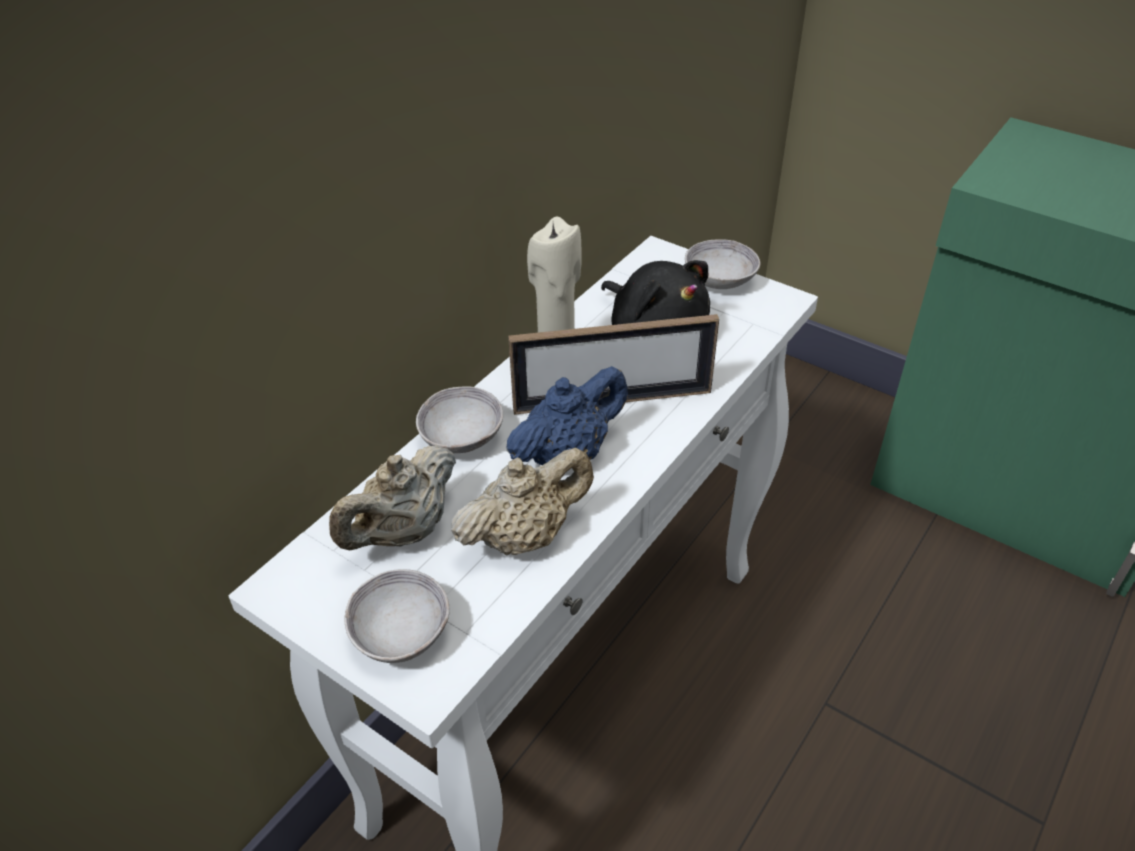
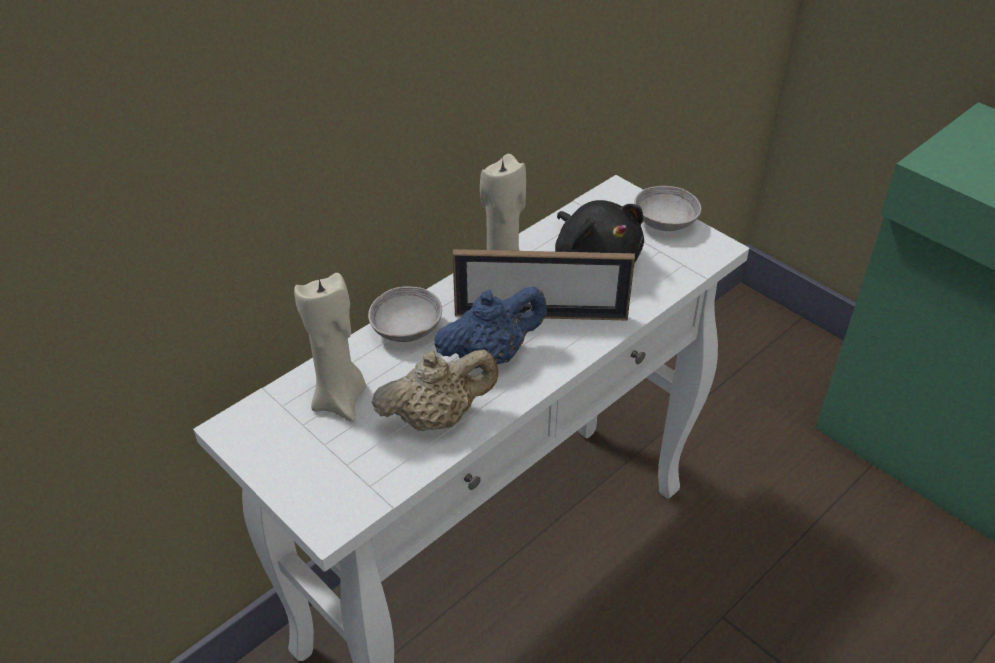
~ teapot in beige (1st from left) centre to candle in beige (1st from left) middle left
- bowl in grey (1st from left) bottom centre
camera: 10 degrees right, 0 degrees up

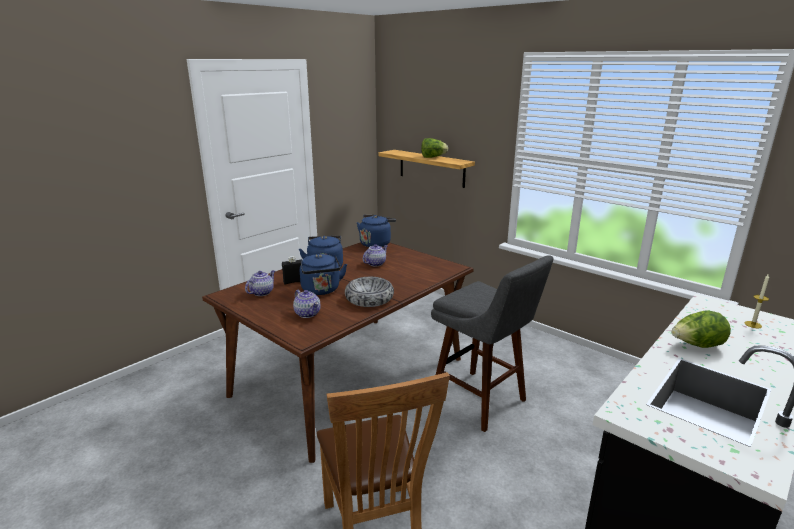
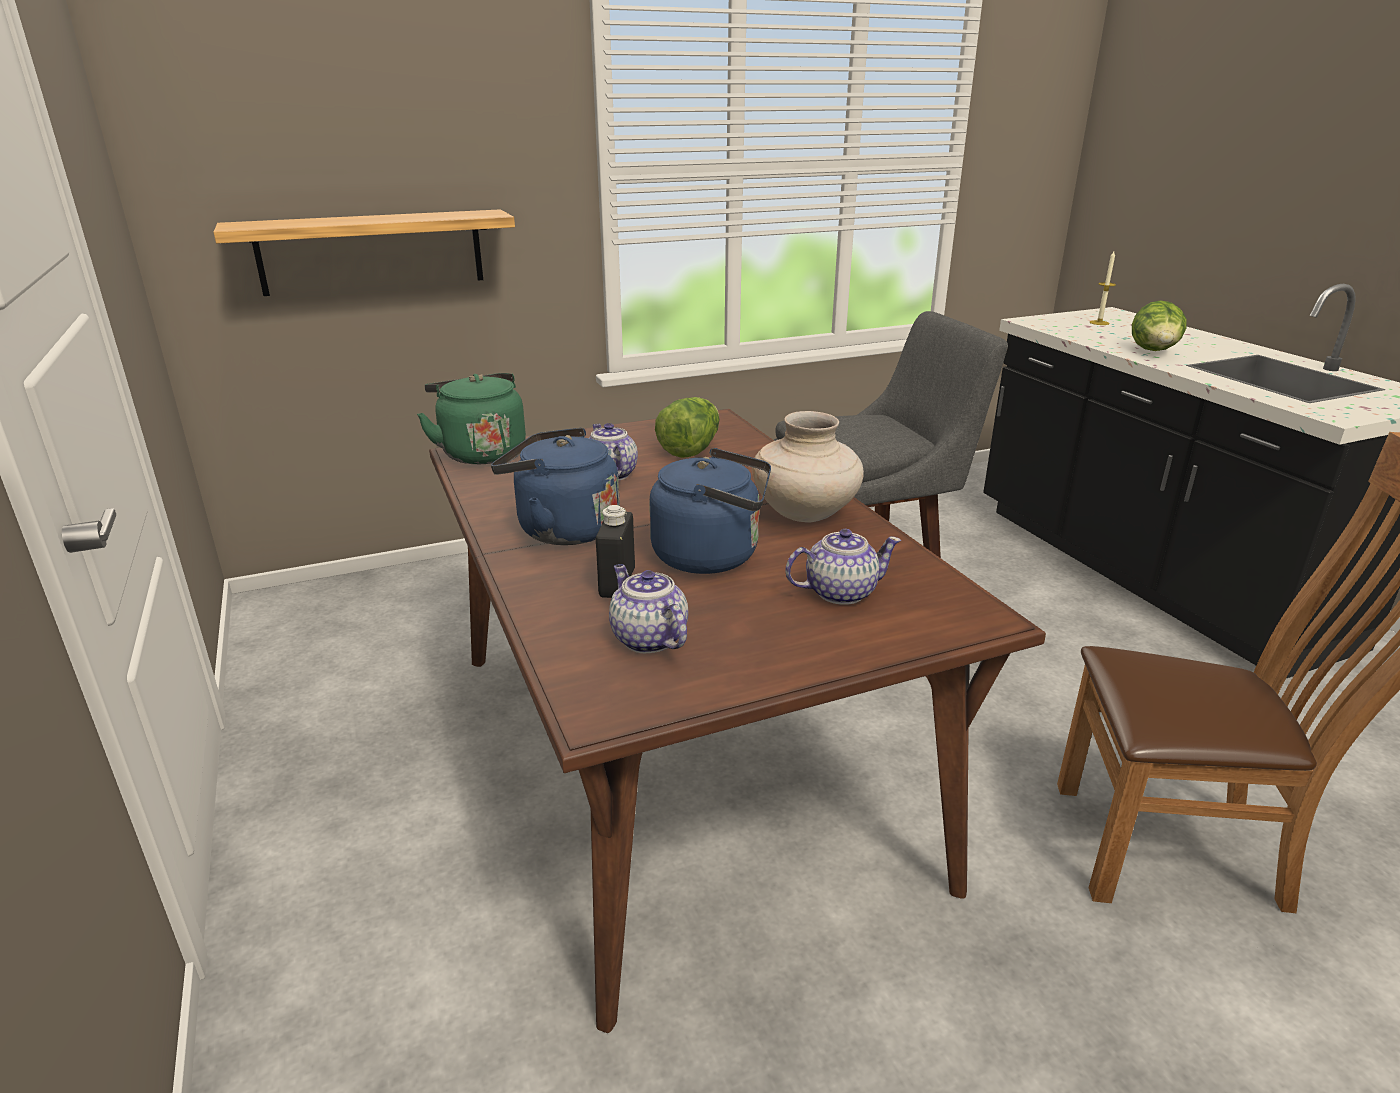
~ lettuce (1st from left) top centre to centre
~ kettle in blue (3rd from left) centre to kettle in green centre
~ bowl centre to vase in beige centre
camera: 65 degrees left, 5 degrees up

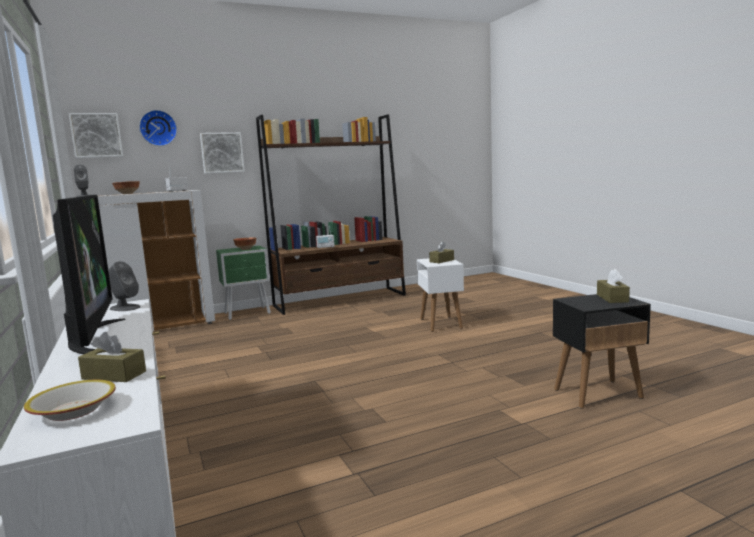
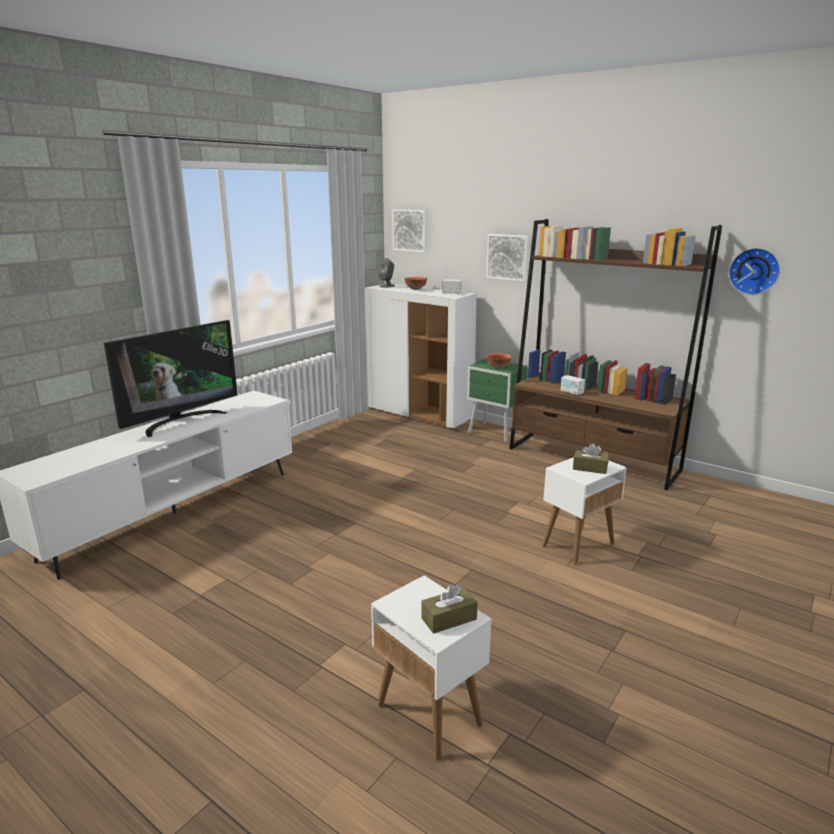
~ wall clock top left to top right
- speaker in grey (2nd from left) middle left
~ side table in black middle right to side table in white (1st from left) bottom centre
- tissue box in brown (1st from left) middle left
- bowl (1st from left) bottom left
camera: 60 degrees right, 10 degrees up

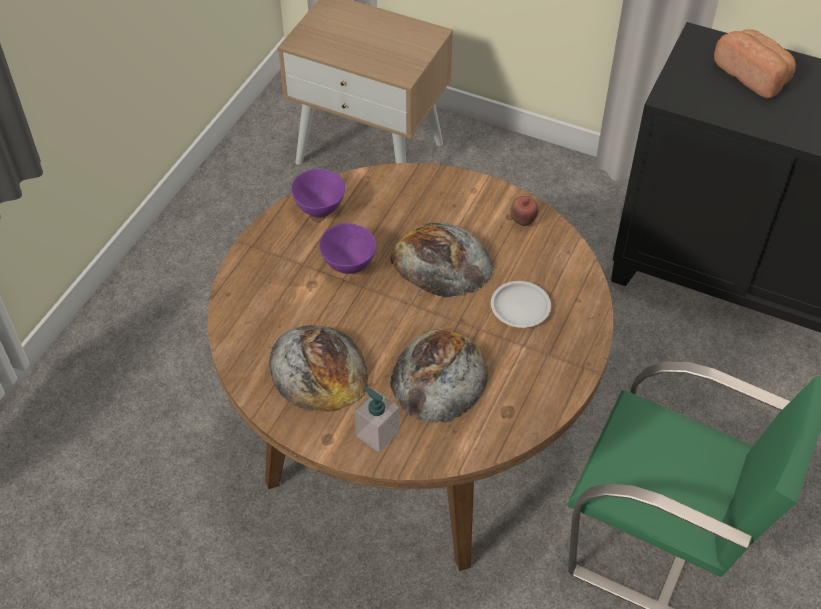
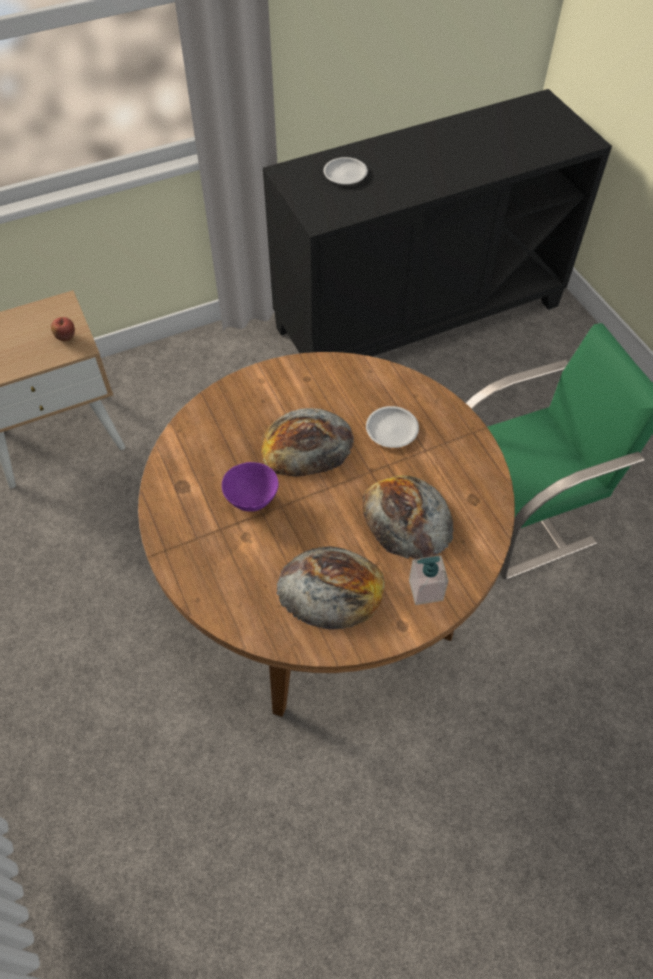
~ bread (4th from left) top right to plate in white (1st from left) top centre
- bowl in purple (1st from left) top centre
~ apple centre to middle left
camera: 50 degrees left, 5 degrees up

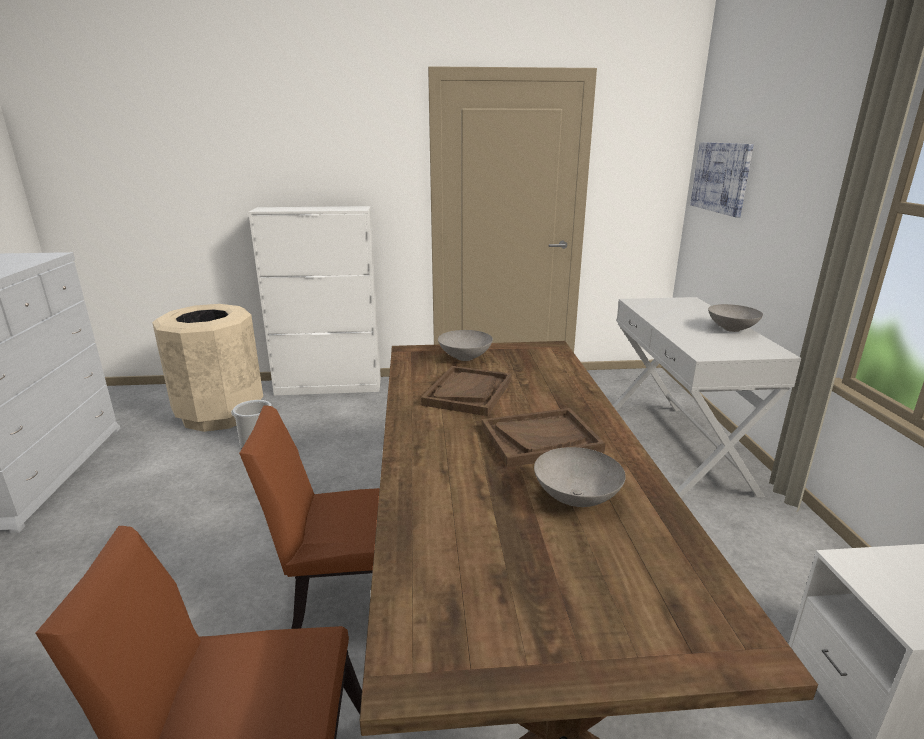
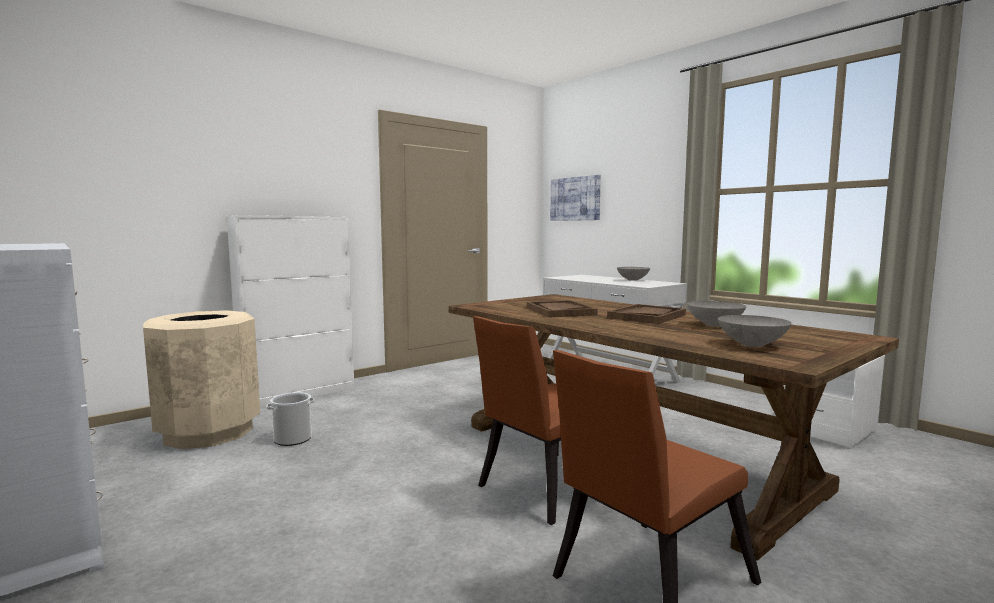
~ bowl in grey (1st from left in the first image) centre to bowl in grey (3rd from left) middle right
camera: 35 degrees left, 15 degrees down

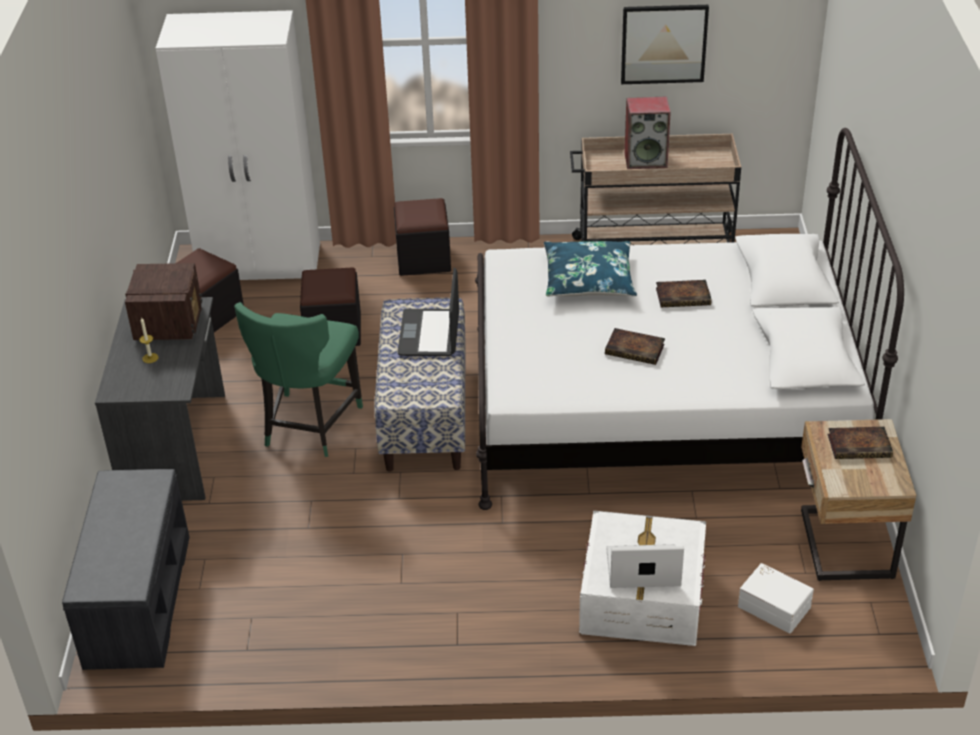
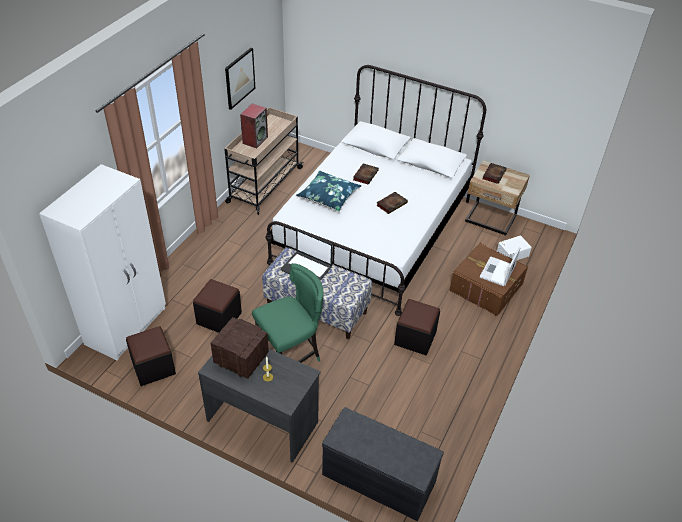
~ ottoman in black (3rd from left) top centre to centre
~ chair in green middle left = centre 75 degrees counterclockwise
~ storage box in white (1st from left) bottom centre to storage box in brown middle right
camera: 65 degrees left, 5 degrees up

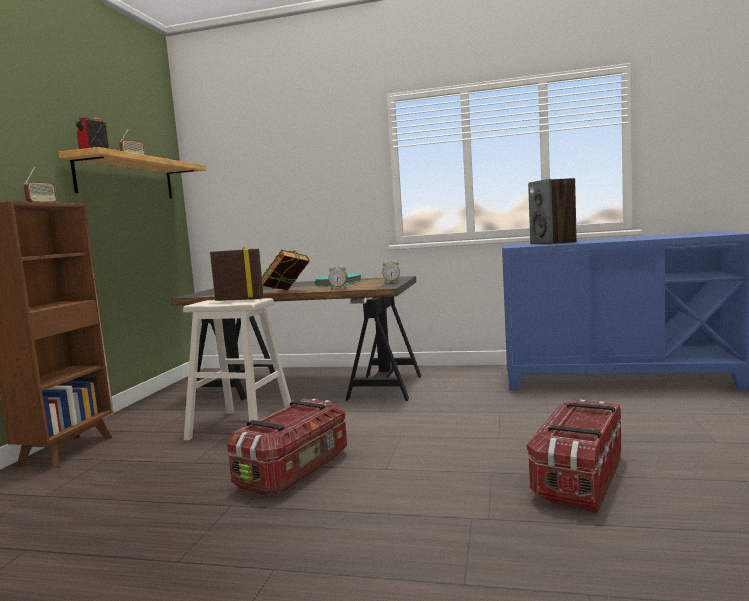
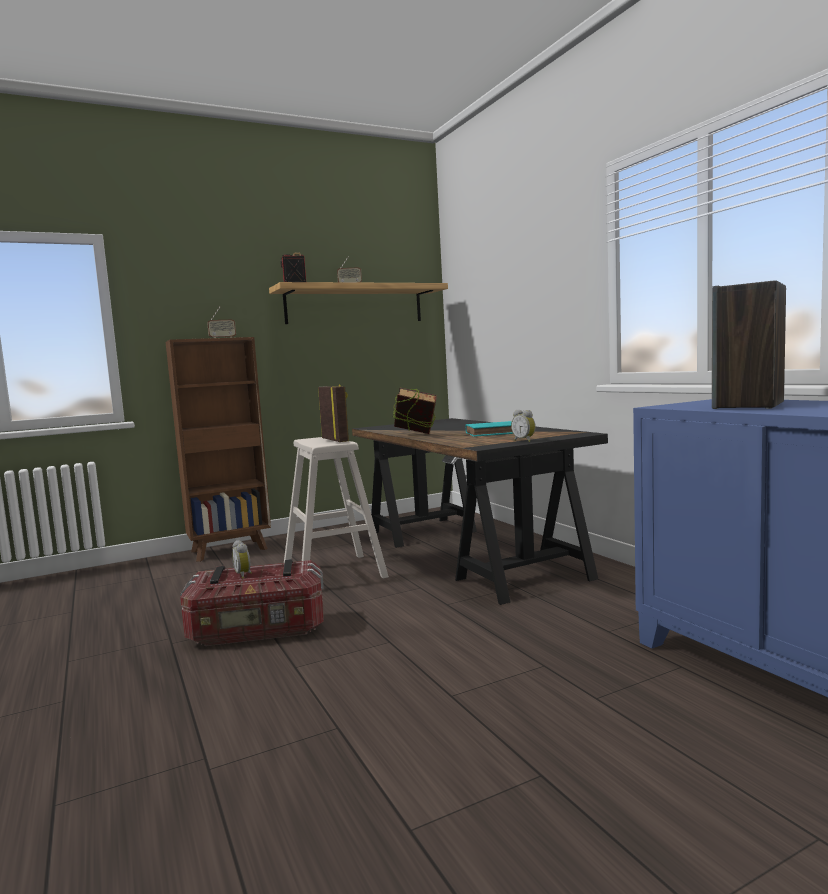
~ alarm clock (1st from left) centre to middle left
- storage box (2nd from left) bottom right
camera: 50 degrees right, 0 degrees up

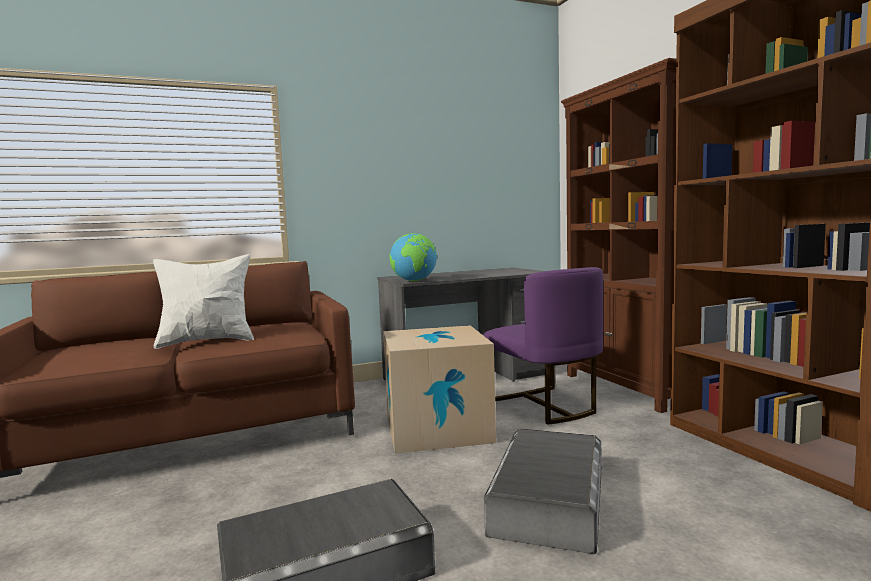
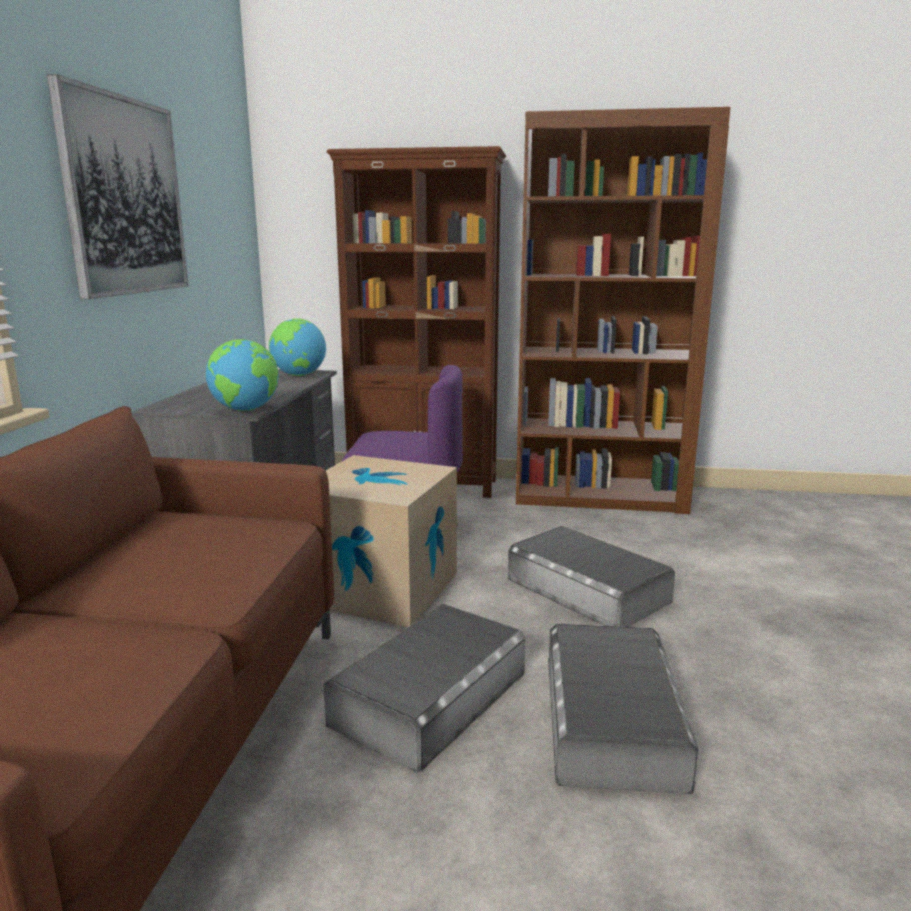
- pillow in white middle left
+ picture top left
+ globe (2nd from left) middle left
+ storage box in grey (1st from left) bottom centre
camera: 60 degrees left, 10 degrees up

